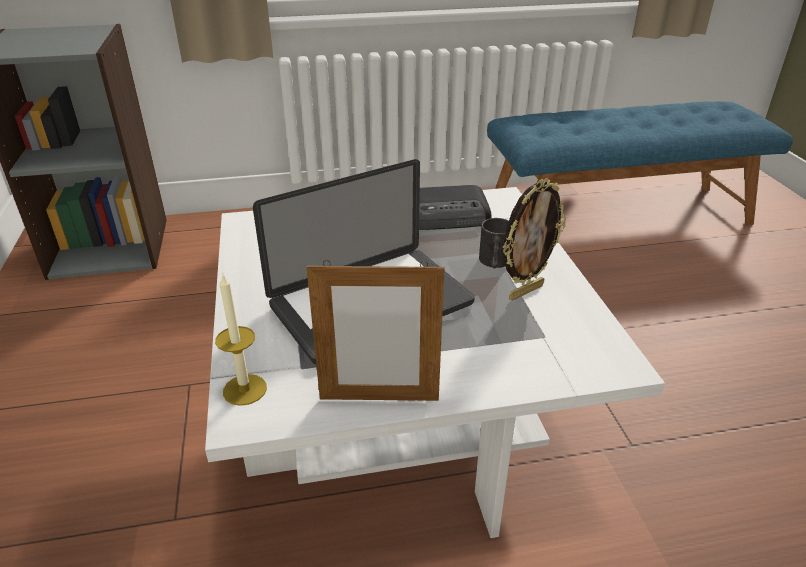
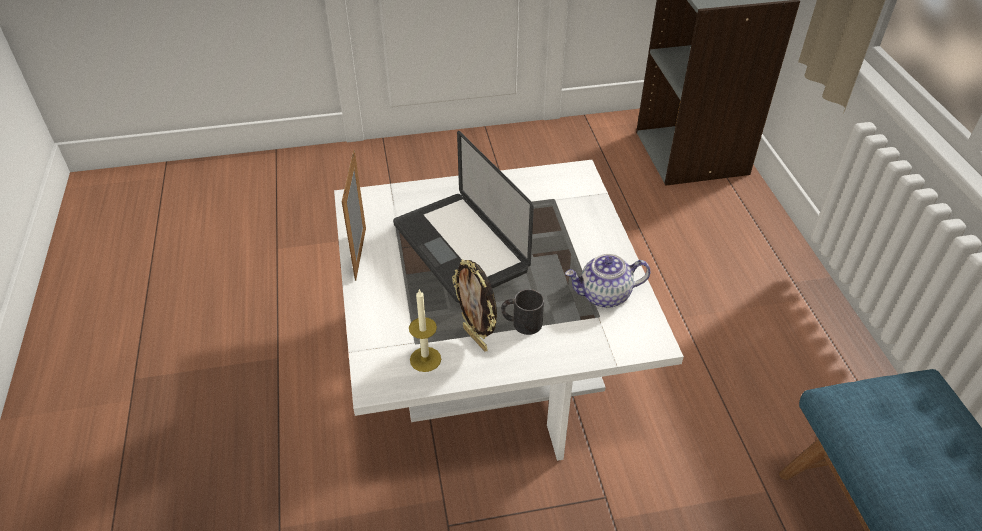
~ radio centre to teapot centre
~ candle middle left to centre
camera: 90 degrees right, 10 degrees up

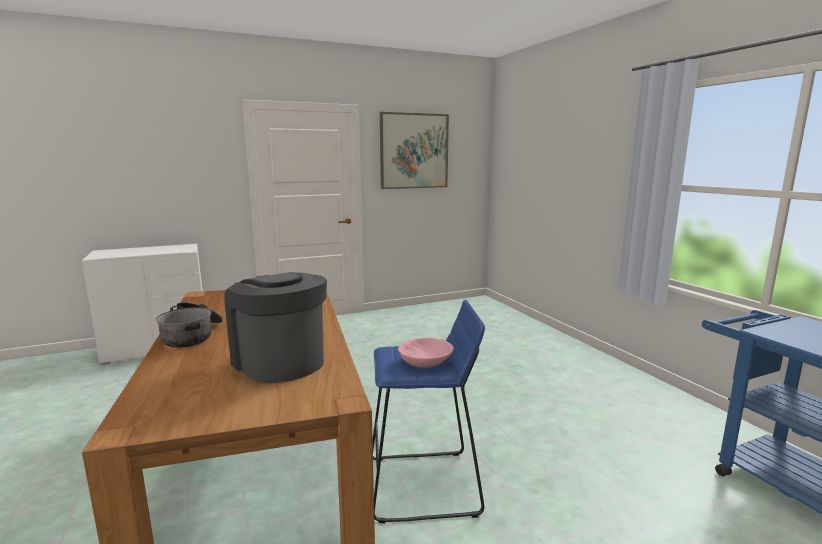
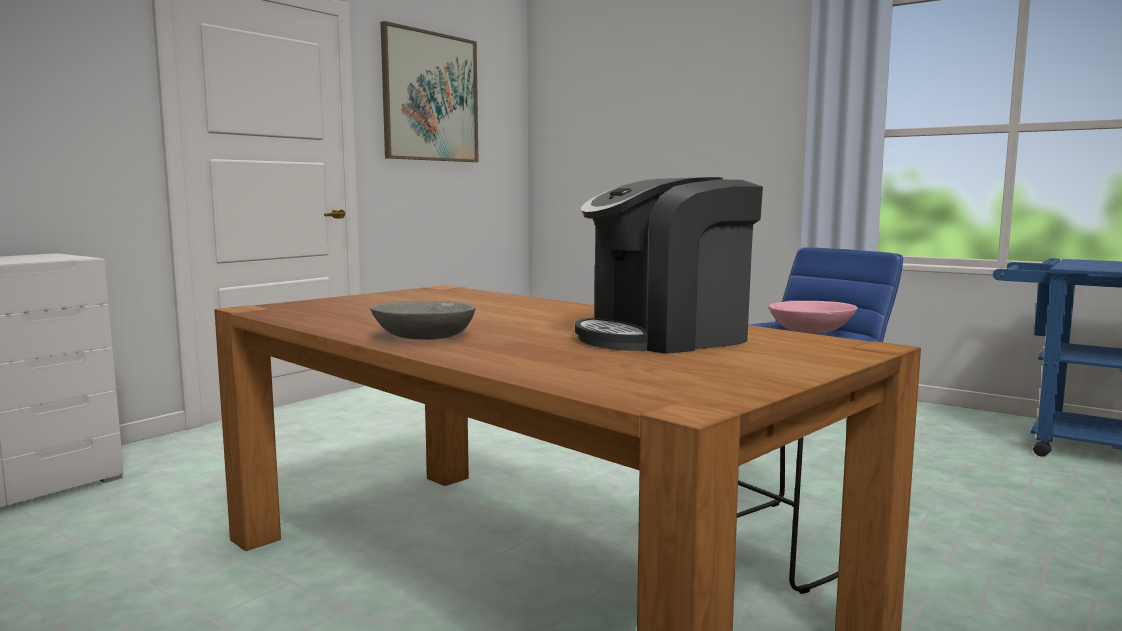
~ coffee machine centre = centre 45 degrees counterclockwise
~ cooking pot middle left to bowl in grey centre
camera: 30 degrees left, 5 degrees down

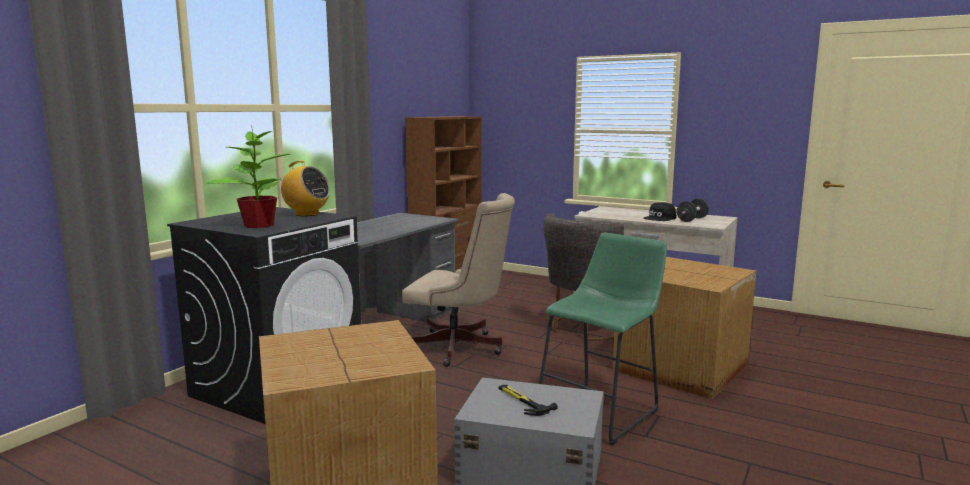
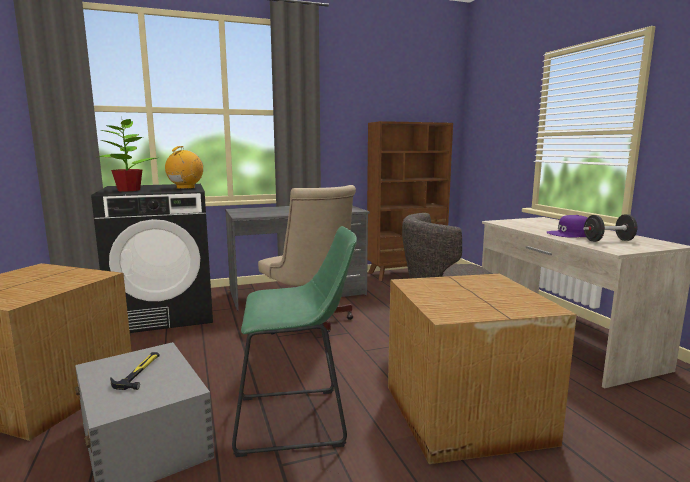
~ radio middle left = middle left 135 degrees counterclockwise
~ cap in black middle right to cap in purple middle right
camera: 40 degrees right, 0 degrees up

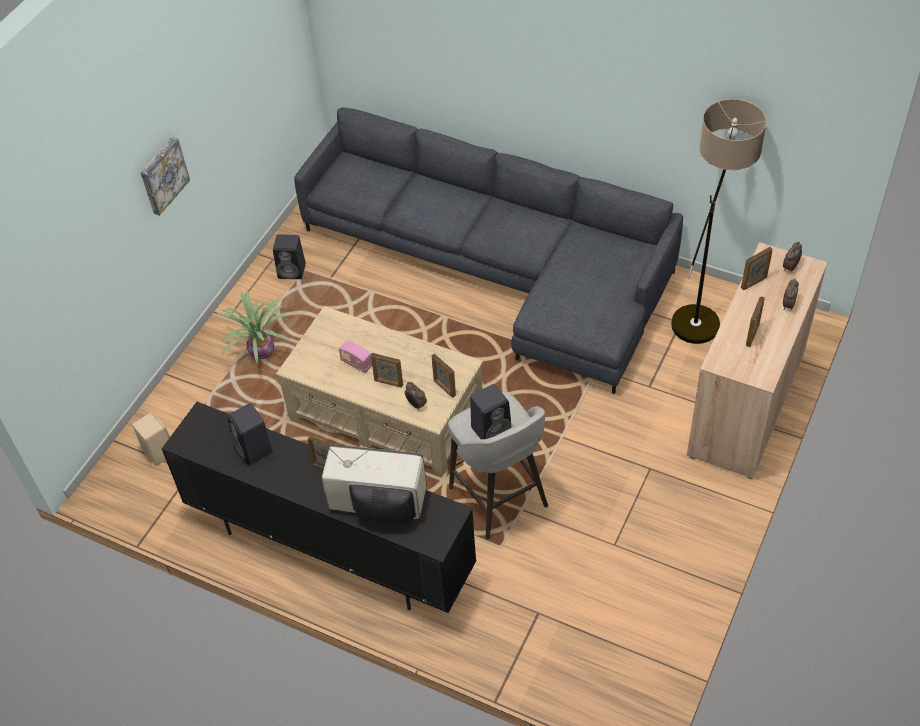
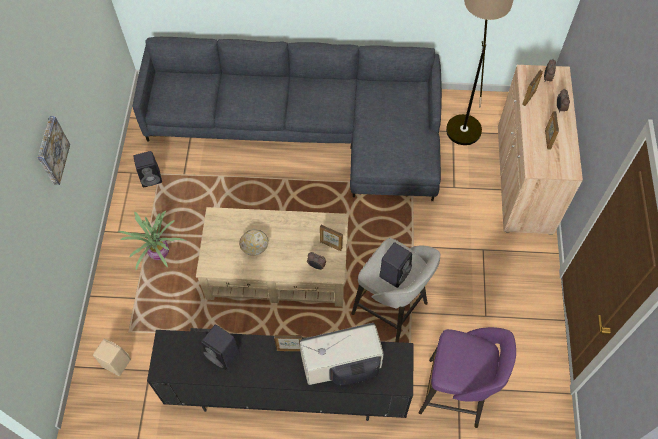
~ radio centre to bowl centre
- picture frame (2nd from left) centre
+ stool in purple bottom right
camera: 25 degrees left, 10 degrees up

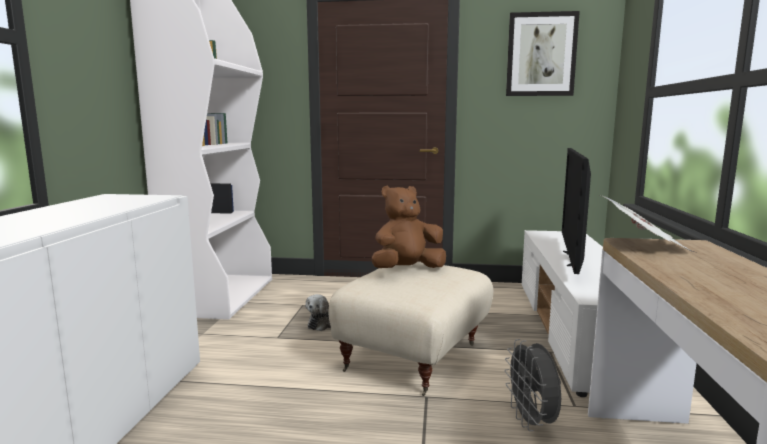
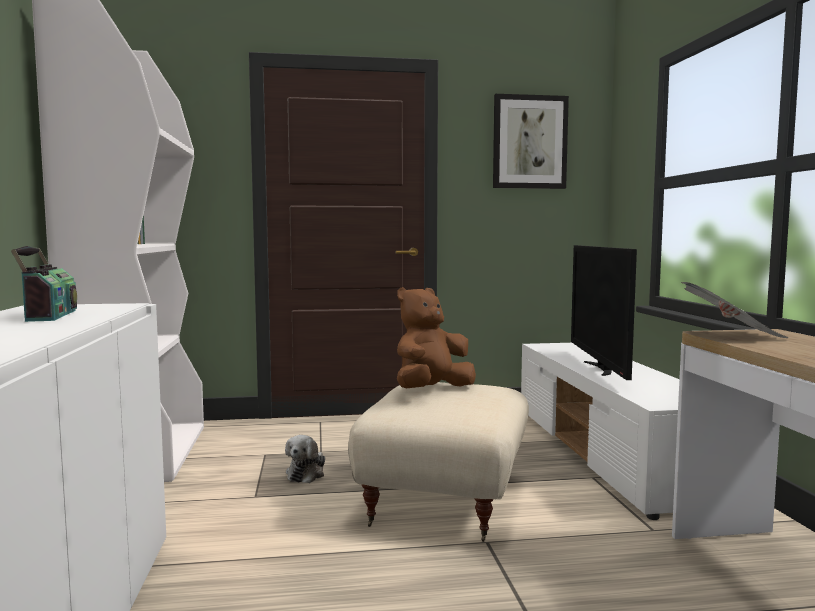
- fan in grey bottom right
+ radio middle left
camera: 15 degrees left, 5 degrees down

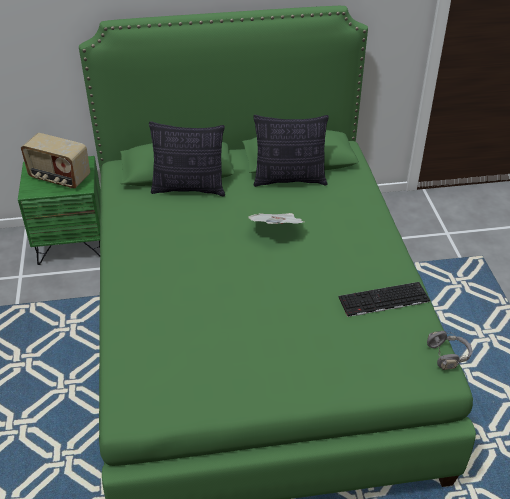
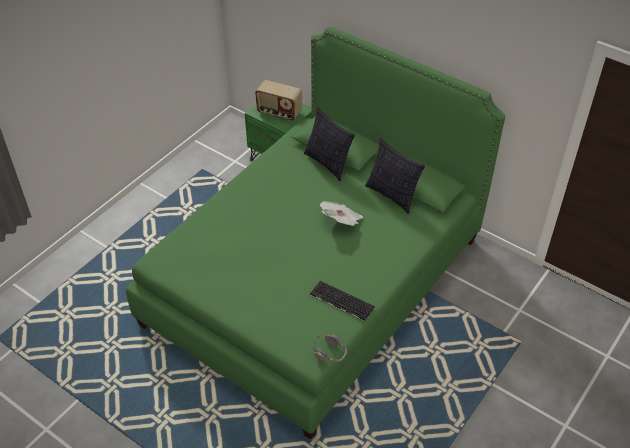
~ radio top left = top centre 45 degrees counterclockwise
camera: 45 degrees right, 5 degrees up

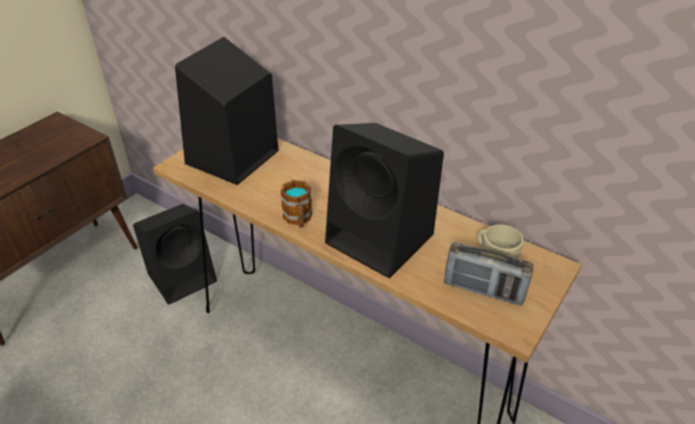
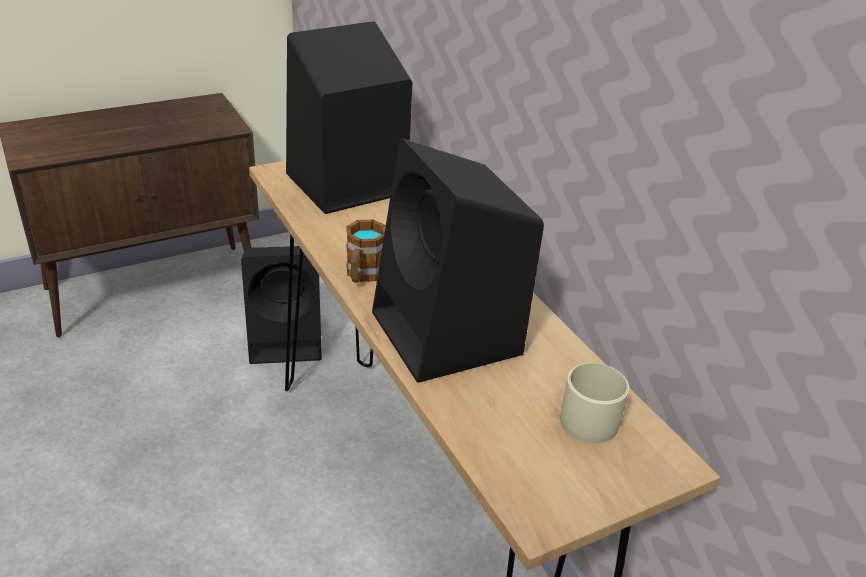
- radio middle right
camera: 25 degrees right, 5 degrees down

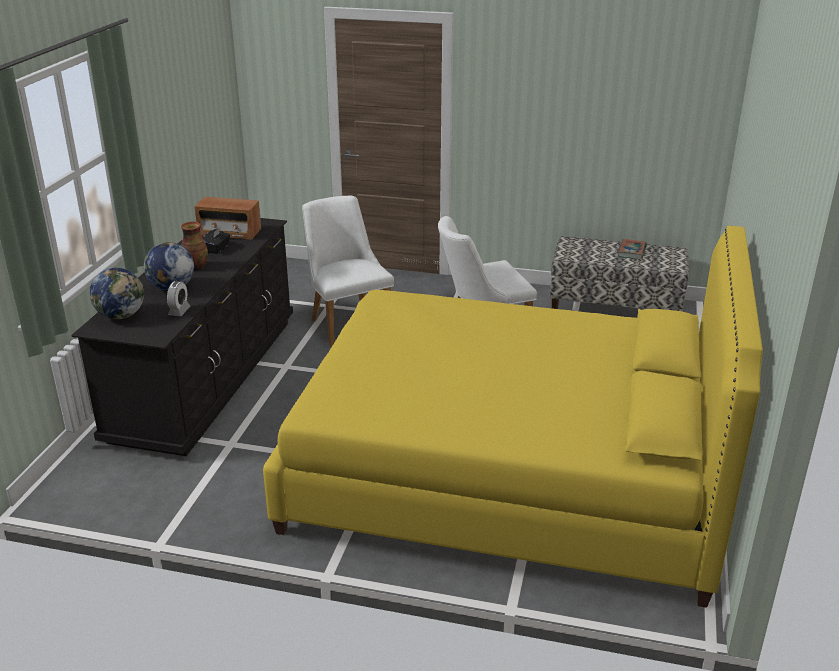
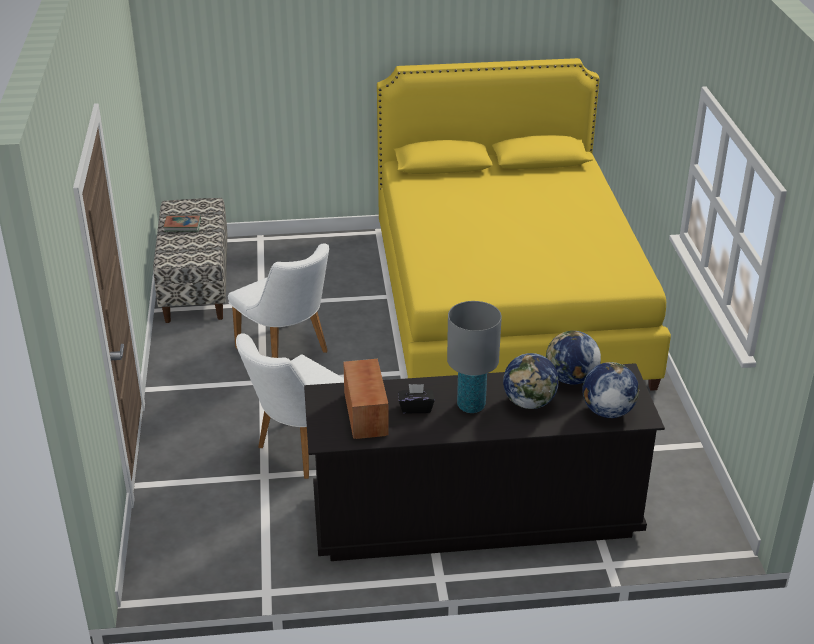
~ vase middle left to table lamp in grey centre
~ alarm clock middle left to globe (2nd from left) middle right
camera: 110 degrees left, 5 degrees up

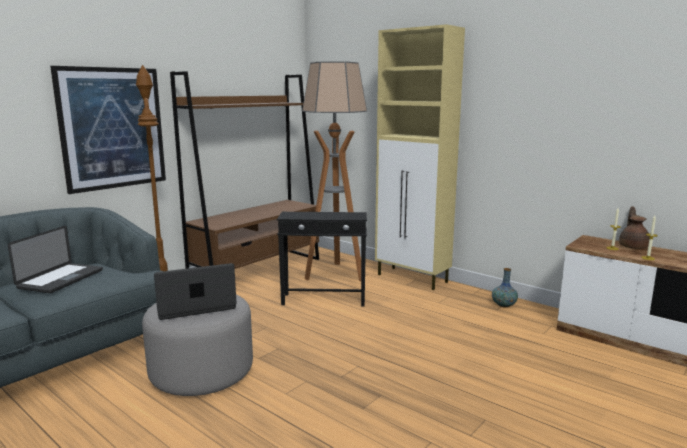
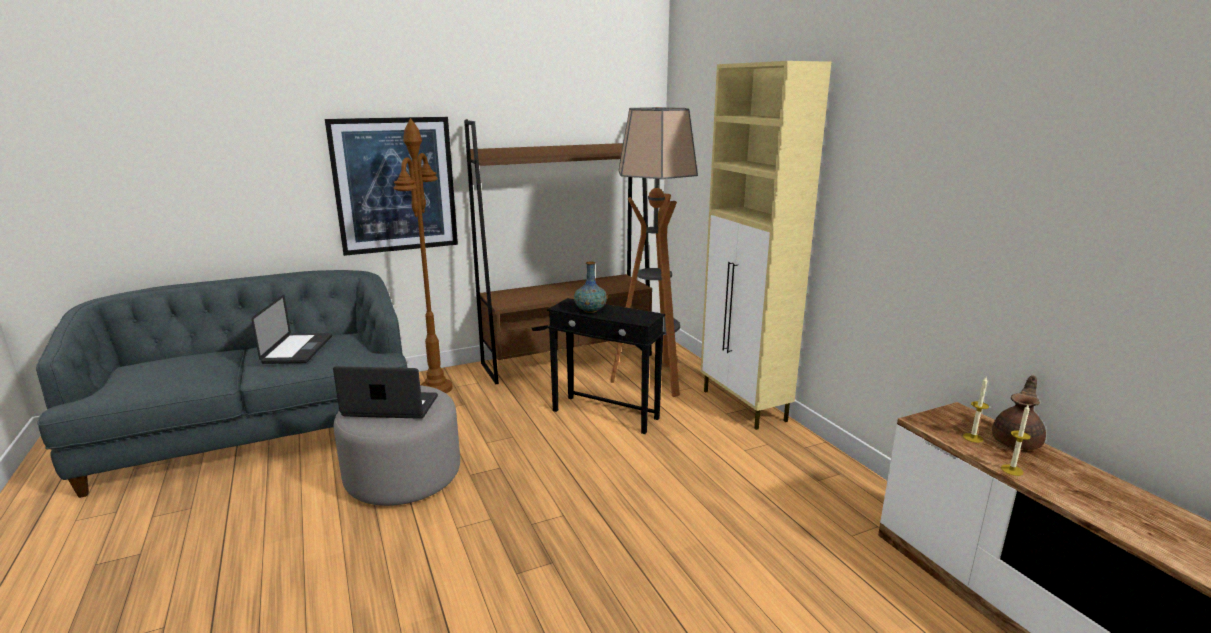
~ laptop (1st from left) middle left = middle left 45 degrees counterclockwise
~ vase middle right to centre
camera: 25 degrees right, 5 degrees up

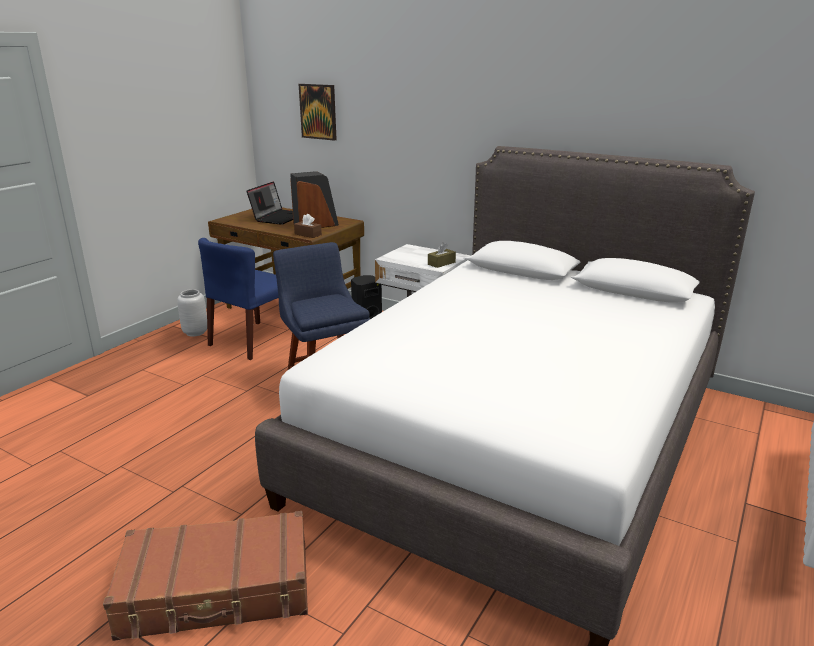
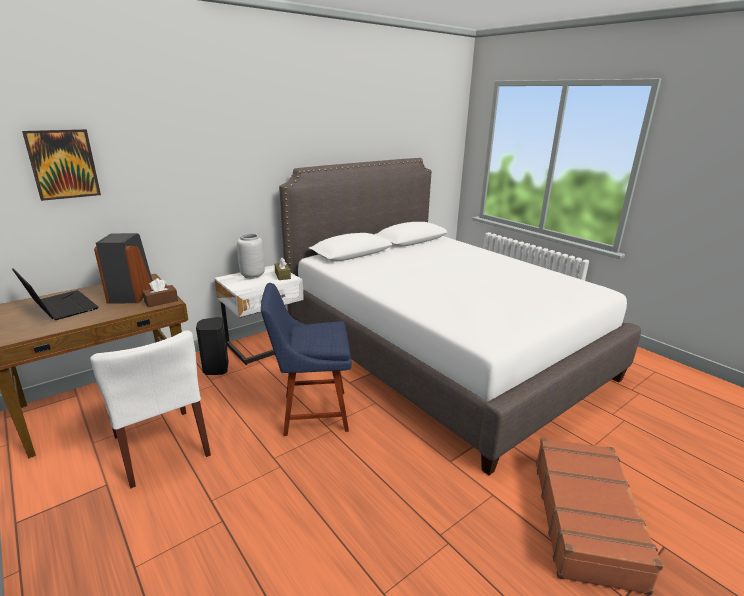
~ chair in blue (1st from left) middle left to chair in white bottom left
~ vase in grey middle left to centre
camera: 70 degrees left, 0 degrees up

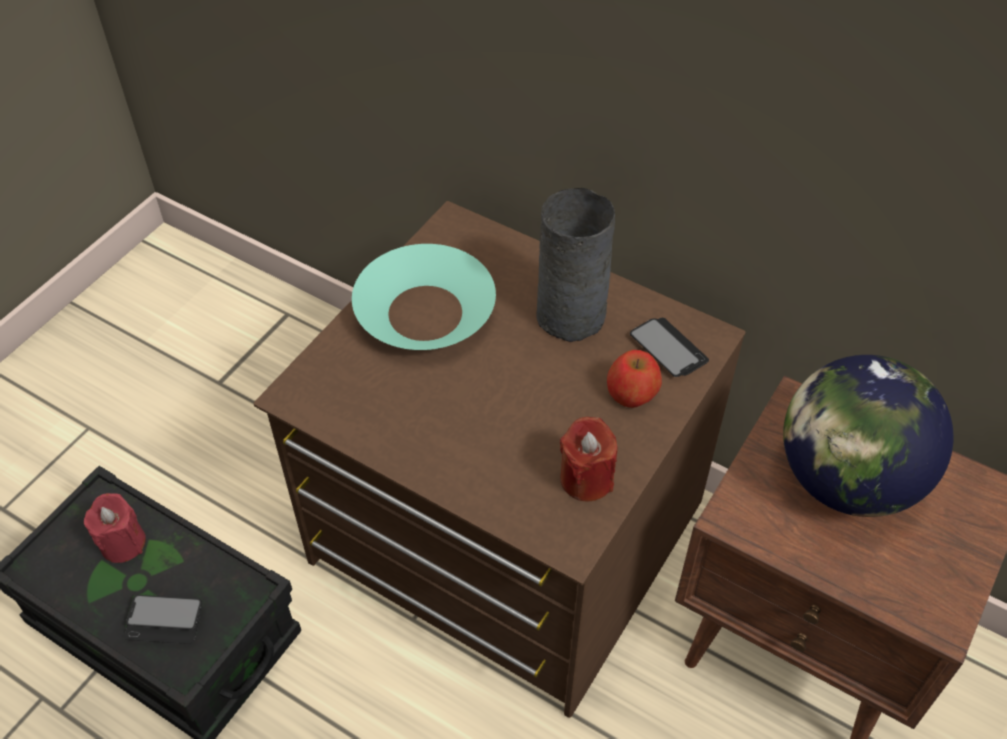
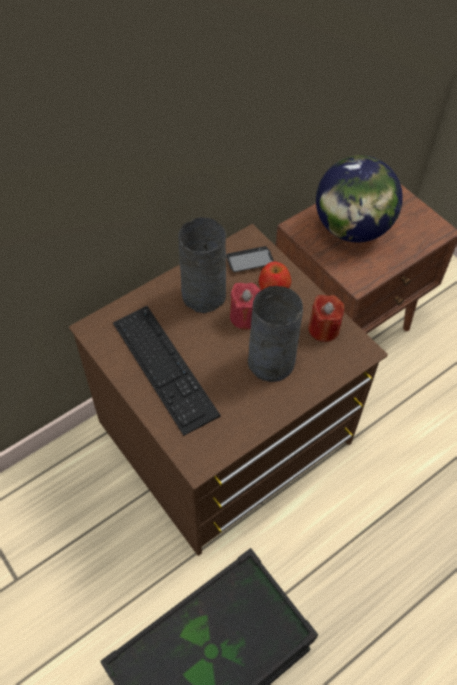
~ bowl in turquoise centre to keyboard centre
~ candle in red (1st from left) bottom left to centre
- phone (1st from left) bottom left
+ vase in grey (2nd from left) centre
camera: 70 degrees left, 5 degrees up

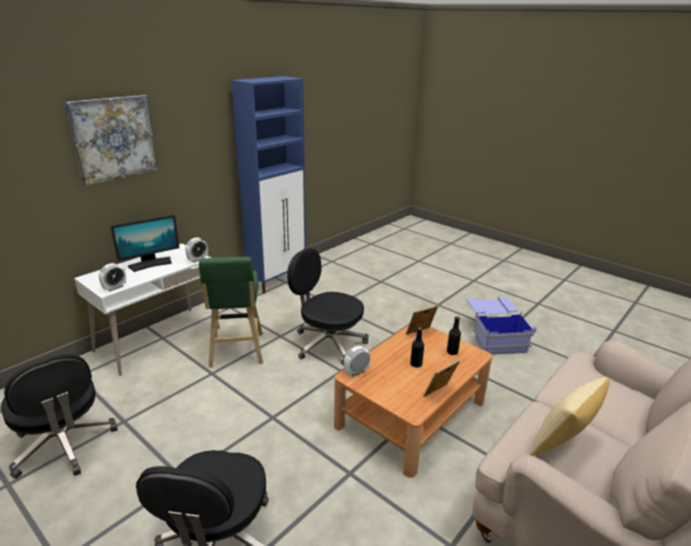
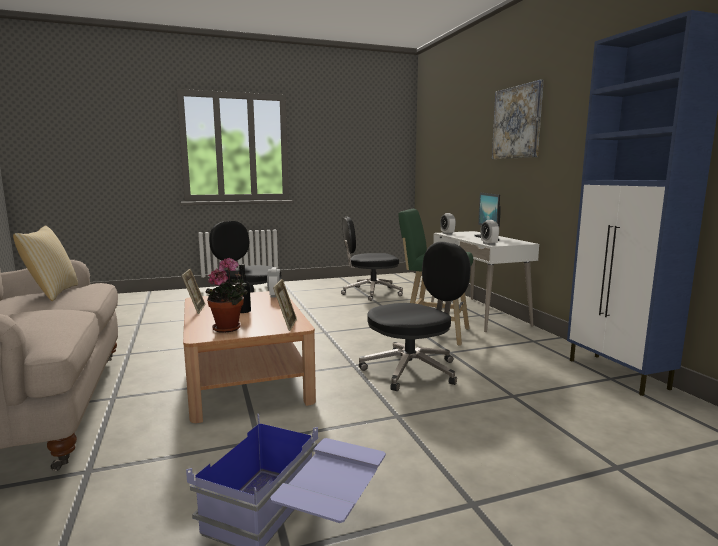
~ bottle in black (2nd from left) centre to potted plant middle left
camera: 120 degrees right, 15 degrees down

